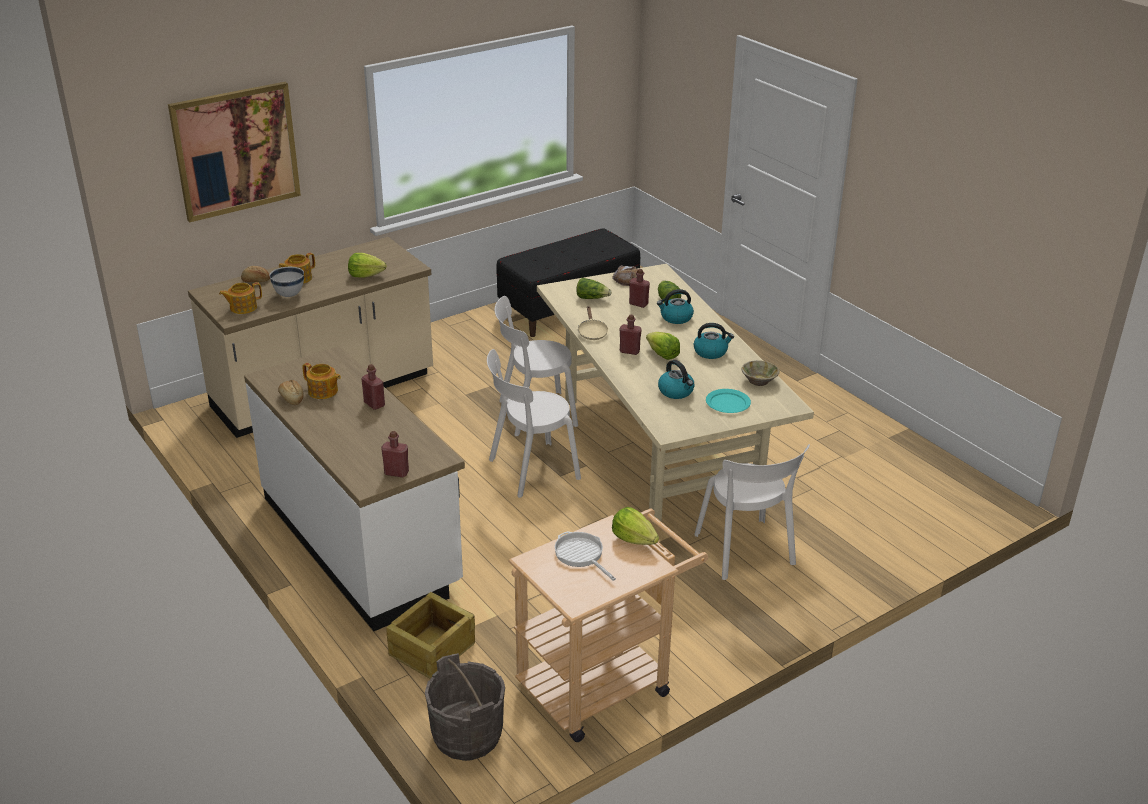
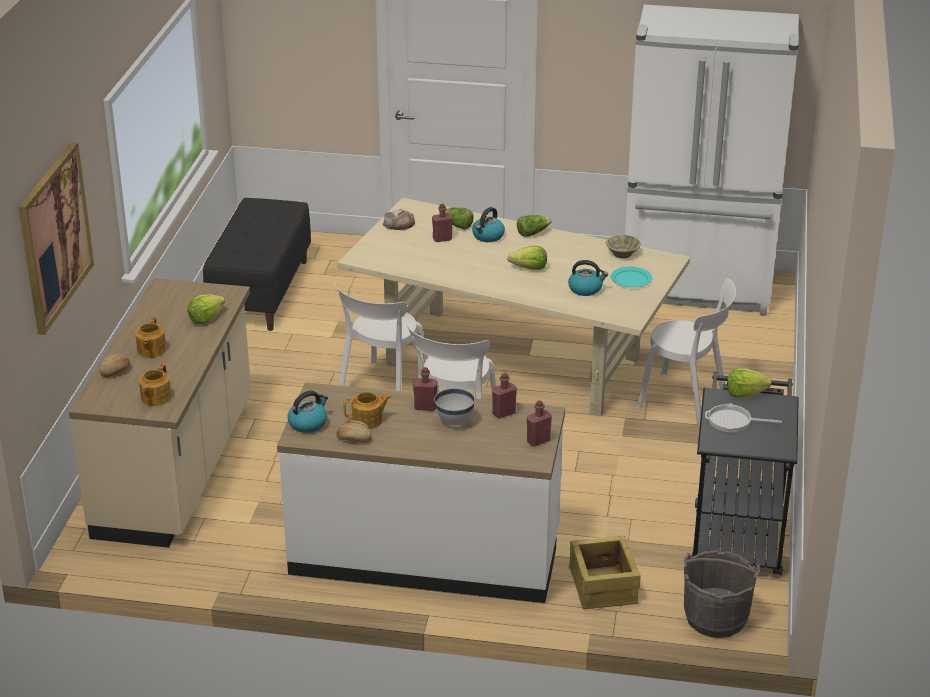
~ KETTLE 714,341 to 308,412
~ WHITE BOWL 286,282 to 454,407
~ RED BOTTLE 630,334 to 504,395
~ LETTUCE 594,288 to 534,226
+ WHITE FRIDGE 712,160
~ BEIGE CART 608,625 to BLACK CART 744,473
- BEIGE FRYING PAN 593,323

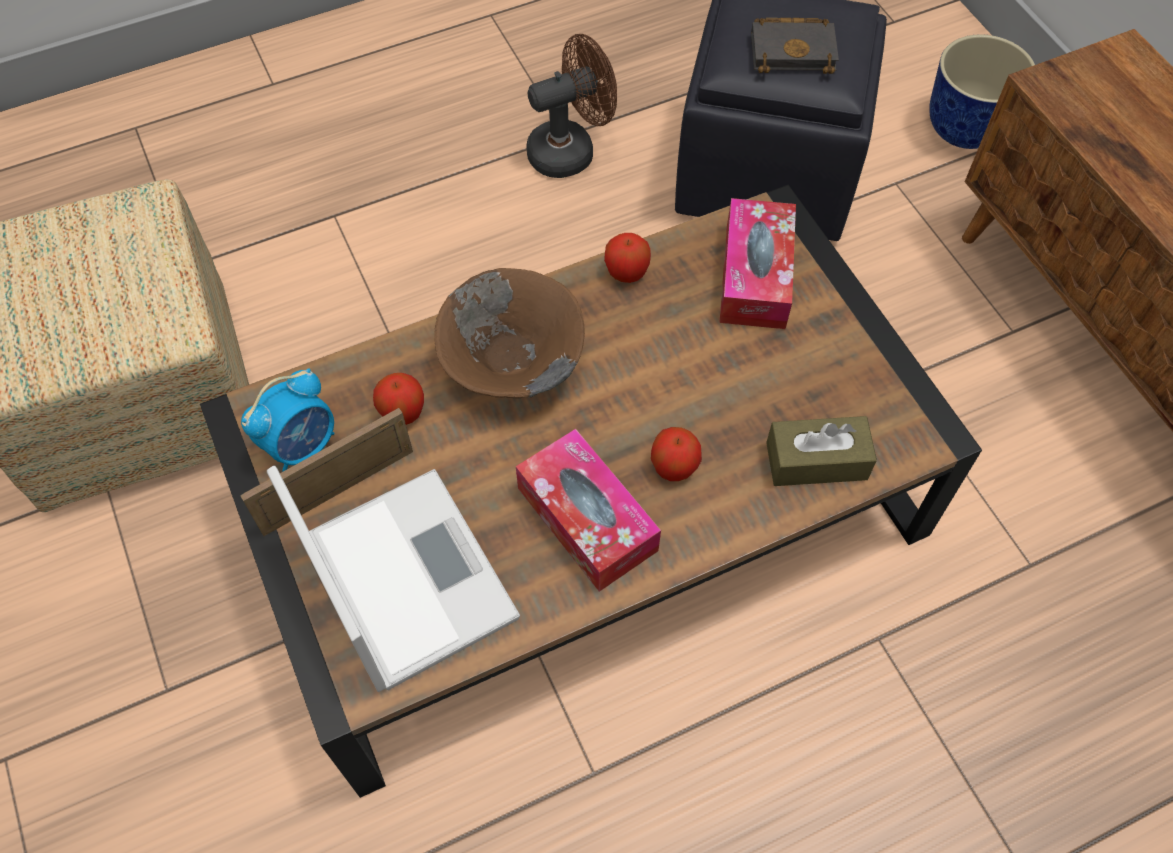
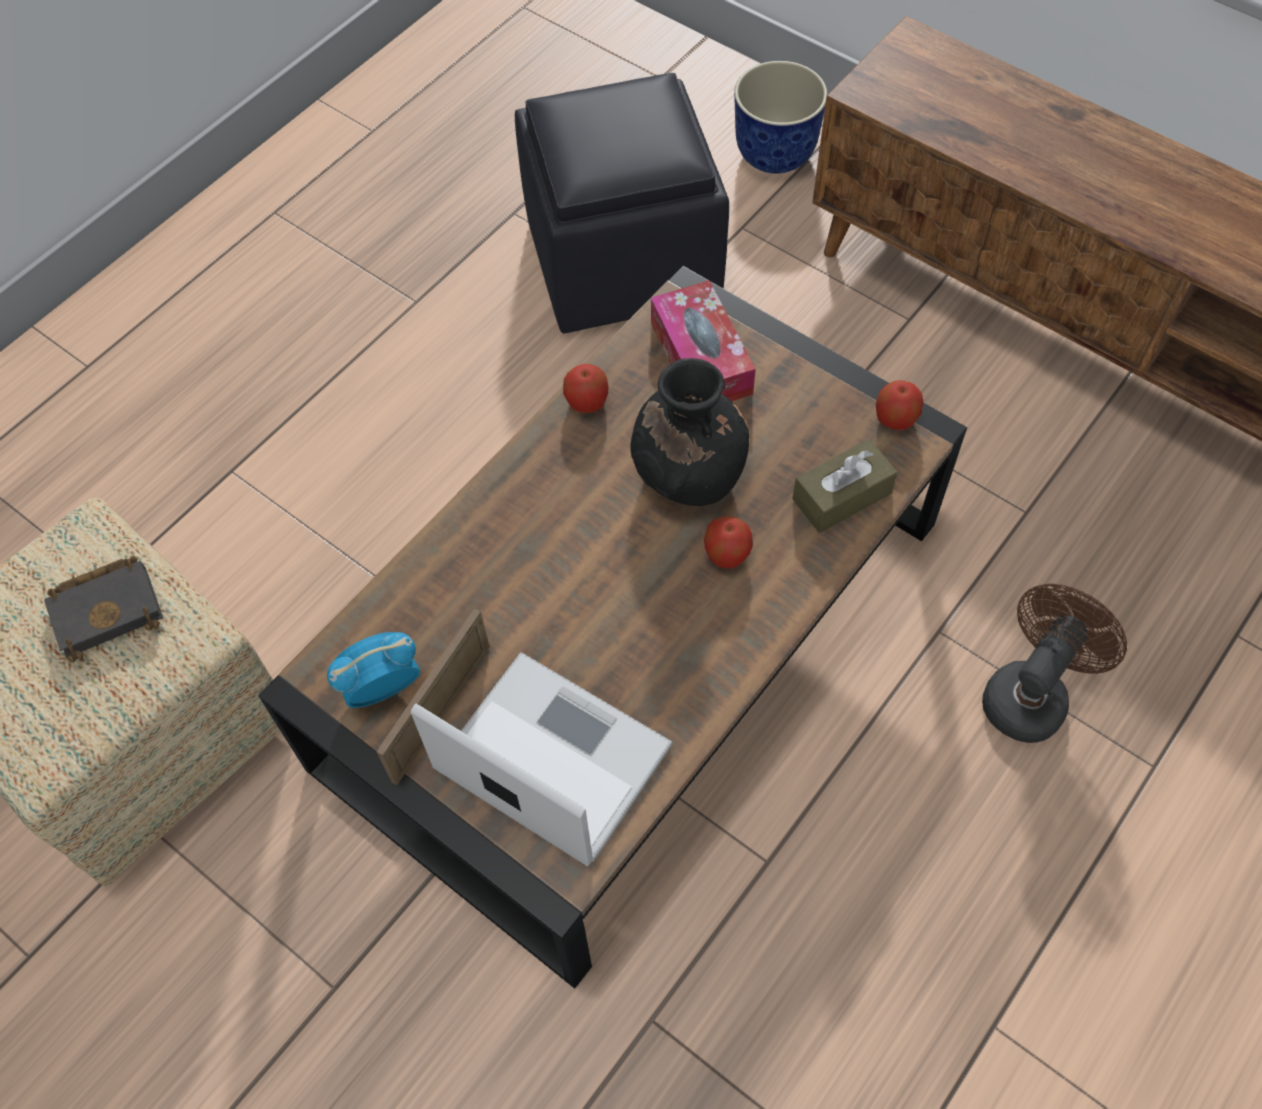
~ BLACK BOOK 795,46 to 103,609
~ ALARM CLOCK 288,420 = 373,670 135 degrees counterclockwise
+ BLACK VASE 689,432
~ APPLE 398,399 to 900,405
~ BROWN FAN 571,106 to 1054,663
- BROWN BOWL 510,333
- TISSUE BOX 588,510

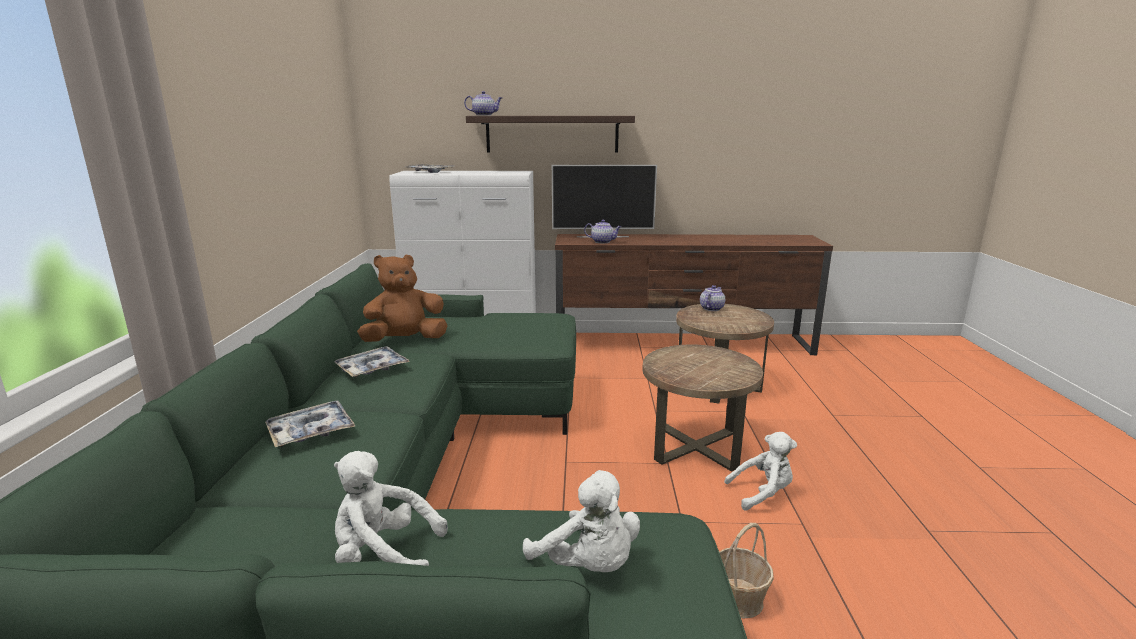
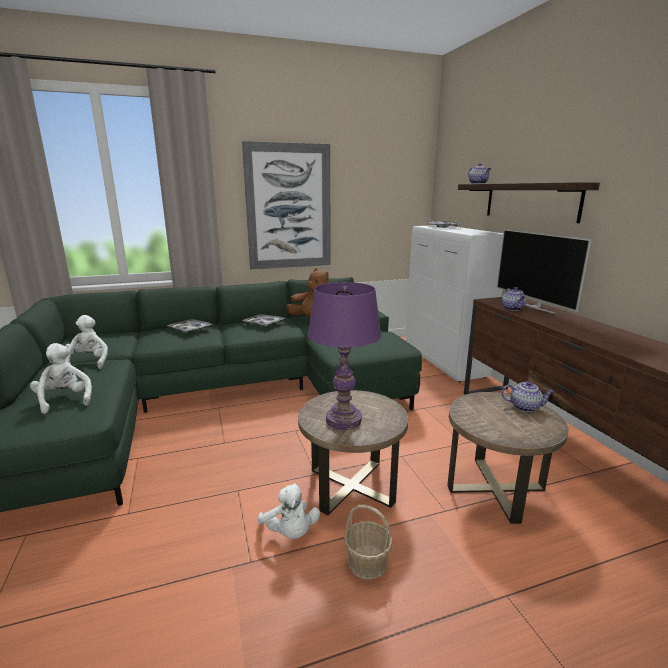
~ WHITE PLUSH TOY 581,521 = 61,378 120 degrees clockwise
+ PICTURE 286,205
+ PURPLE TABLE LAMP 345,356
~ BASKET 746,571 to 368,542

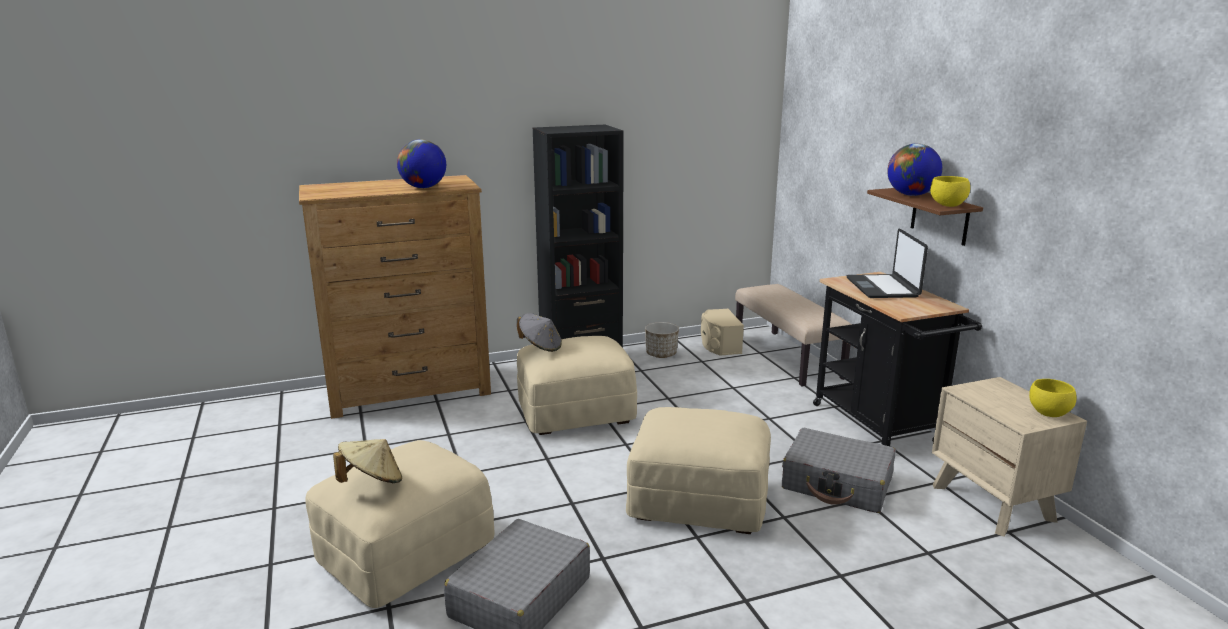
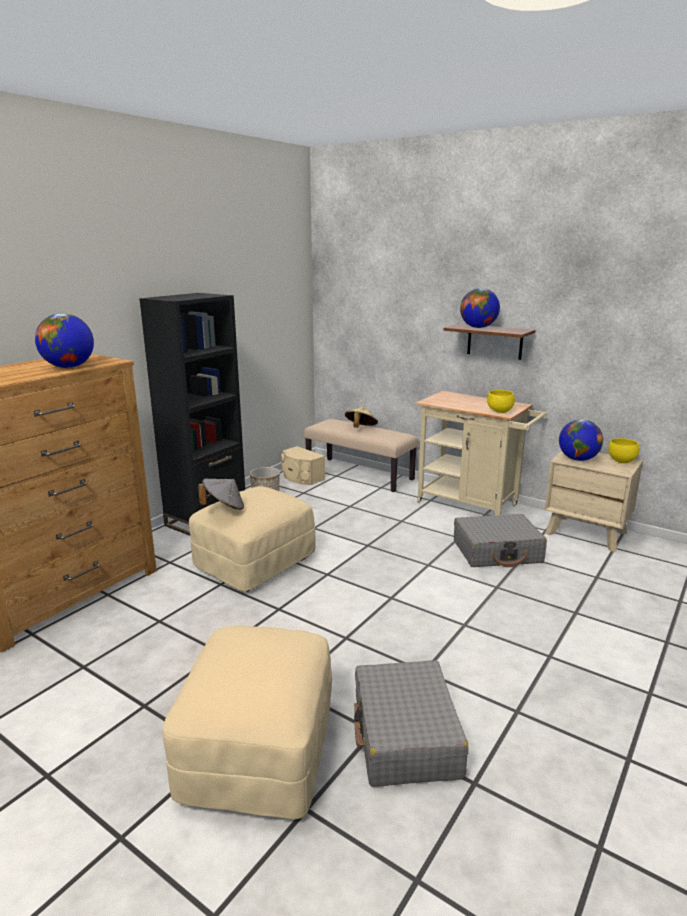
~ BEIGE HAT 367,461 to 361,417
~ BLACK CART 897,359 to BEIGE CART 481,453
~ YELLOW BOWL 950,191 to 501,401
+ GLOBE 581,440
- BEIGE OTTOMAN 698,470
- LAPTOP 887,263

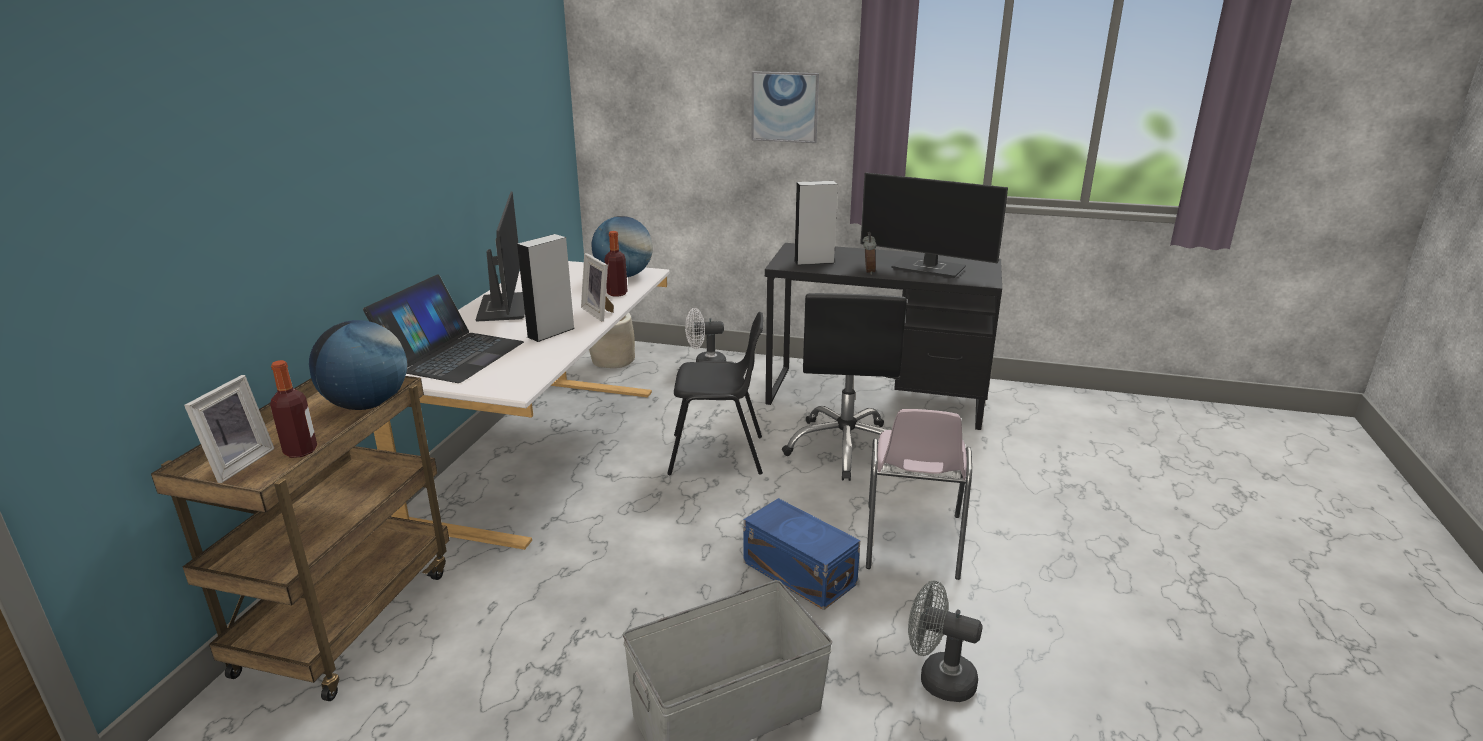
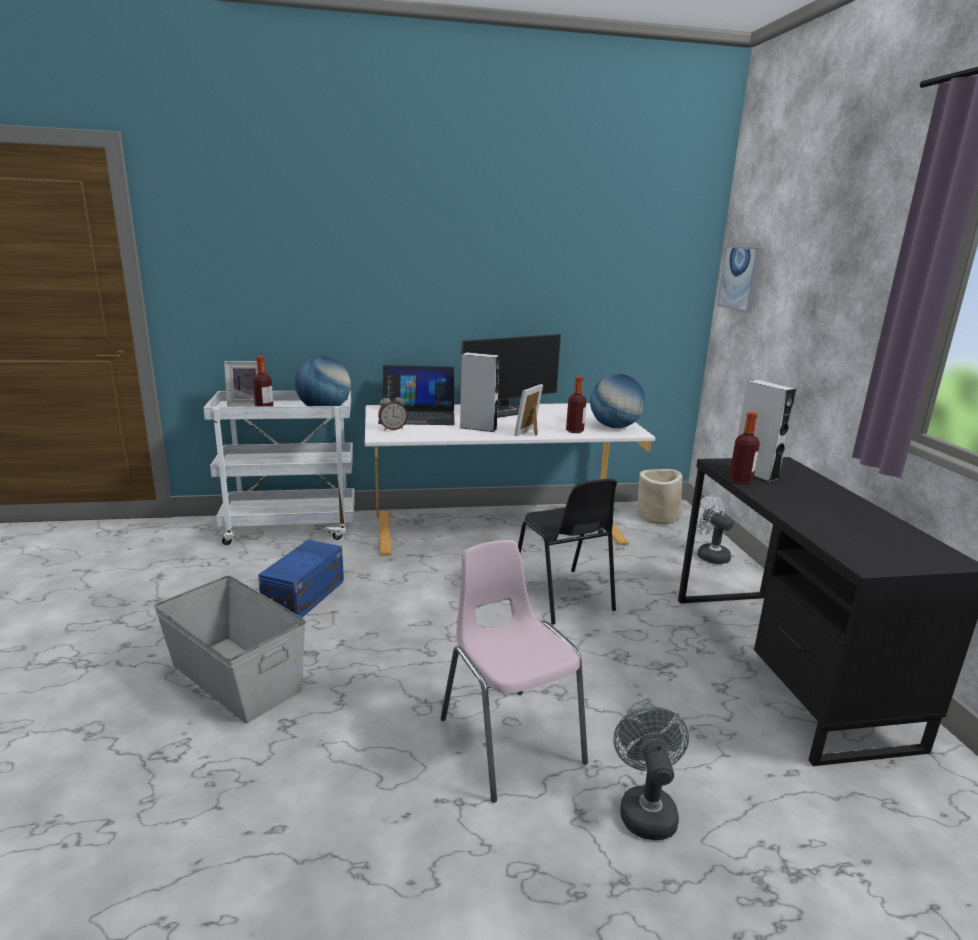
~ BROWN CART 300,538 to WHITE CART 279,468
~ BLUE STORAGE BOX 801,554 to 301,578
~ ALARM CLOCK 869,253 to 393,411
~ PINK CHAIR 919,494 = 514,671 75 degrees clockwise
~ GREY FAN 945,641 to 651,773
~ PICTURE 785,107 to 739,279
+ BOTTLE 744,448
- BLACK OFFICE CHAIR 844,387
- MONITOR 934,225

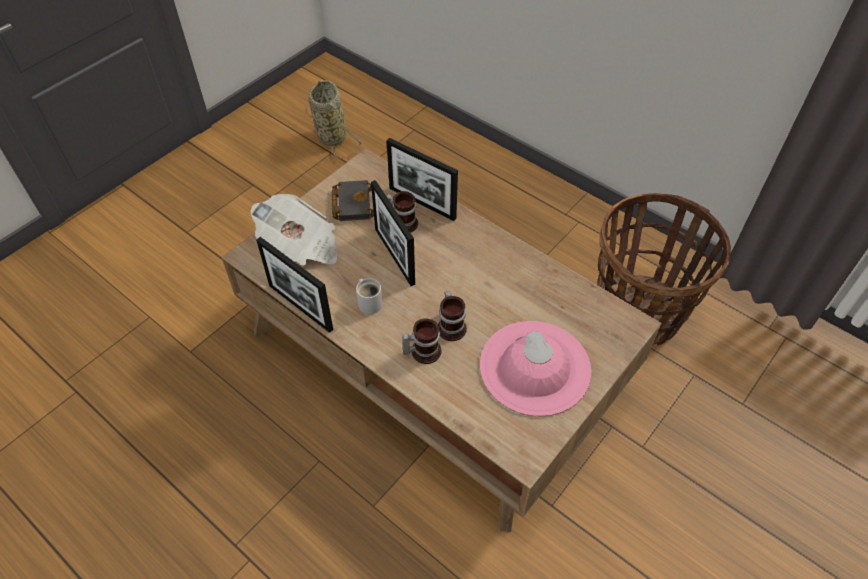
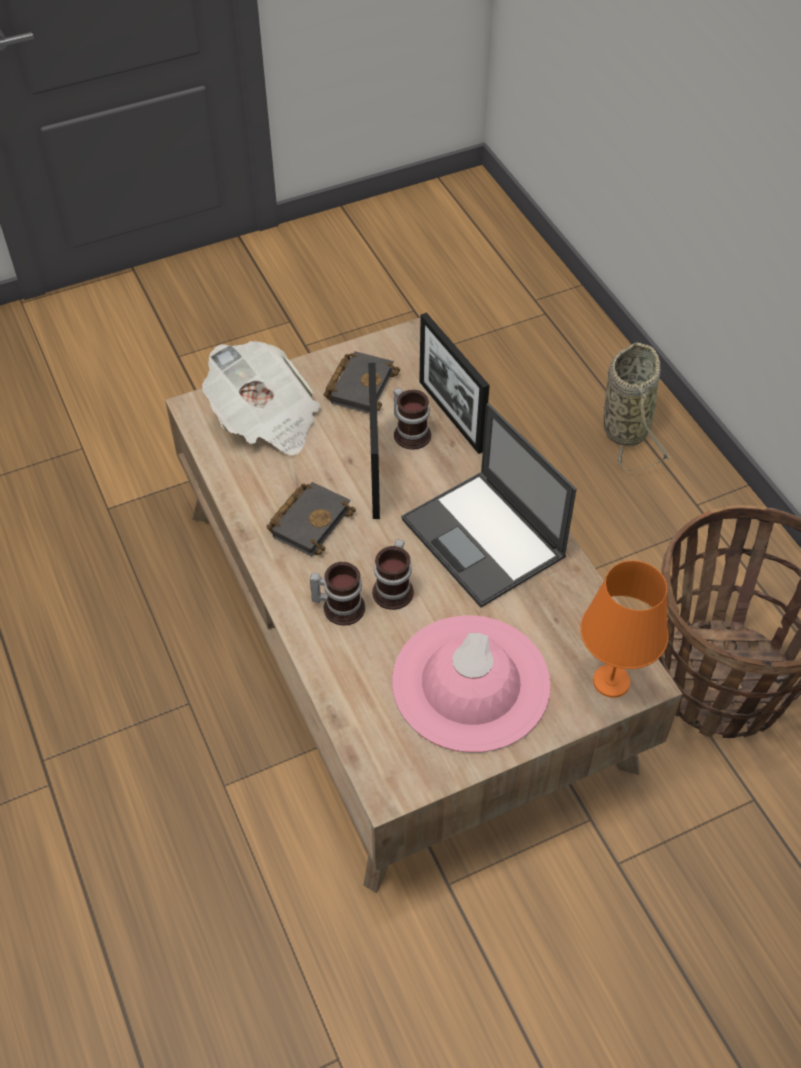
~ WHITE MUG 369,296 to BLACK BOOK 311,519
+ LAPTOP 489,505
+ ORANGE TABLE LAMP 624,629
~ BASKET 335,119 to 637,406
- PICTURE FRAME 294,285

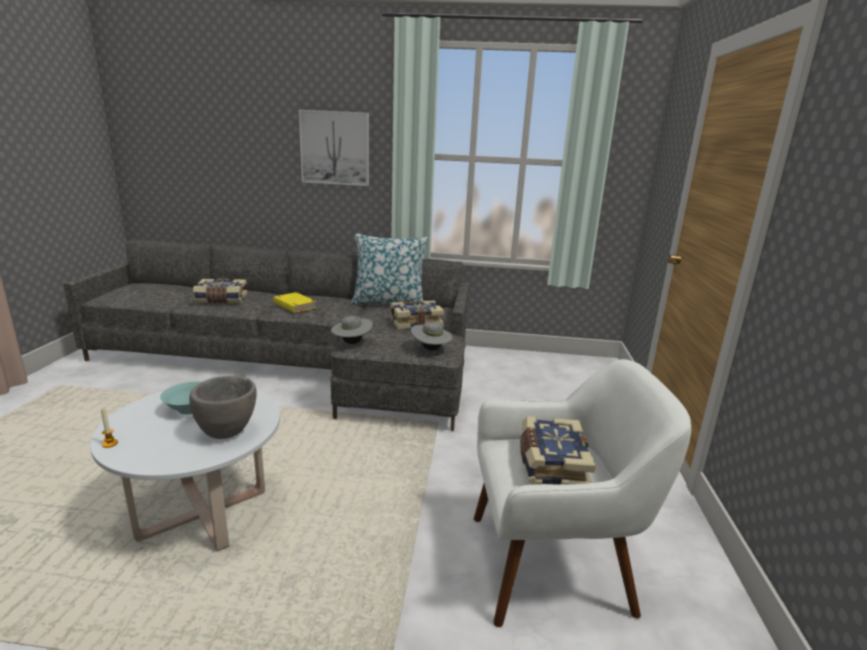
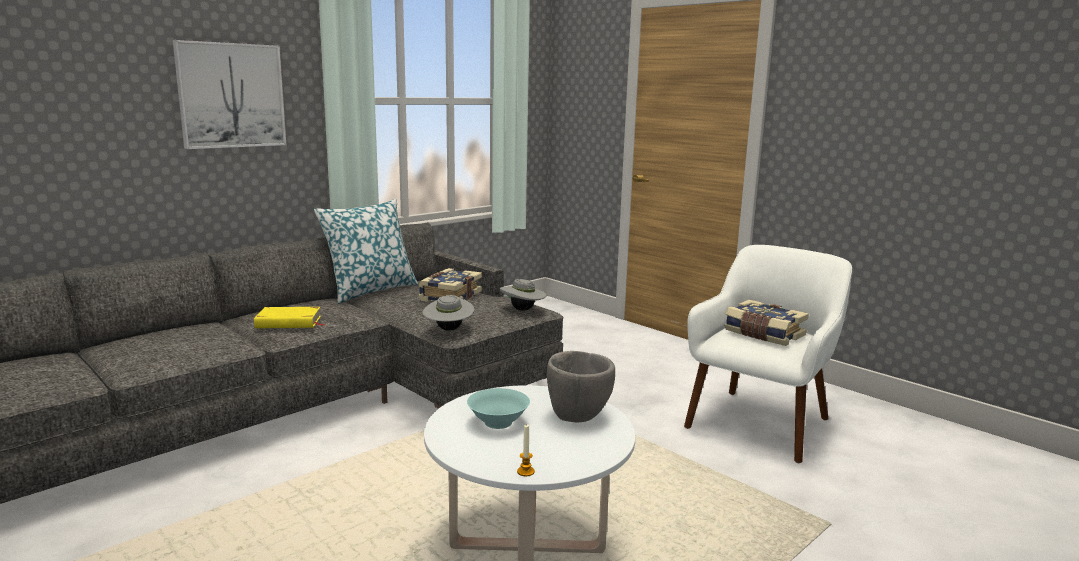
- BOOK 220,291

